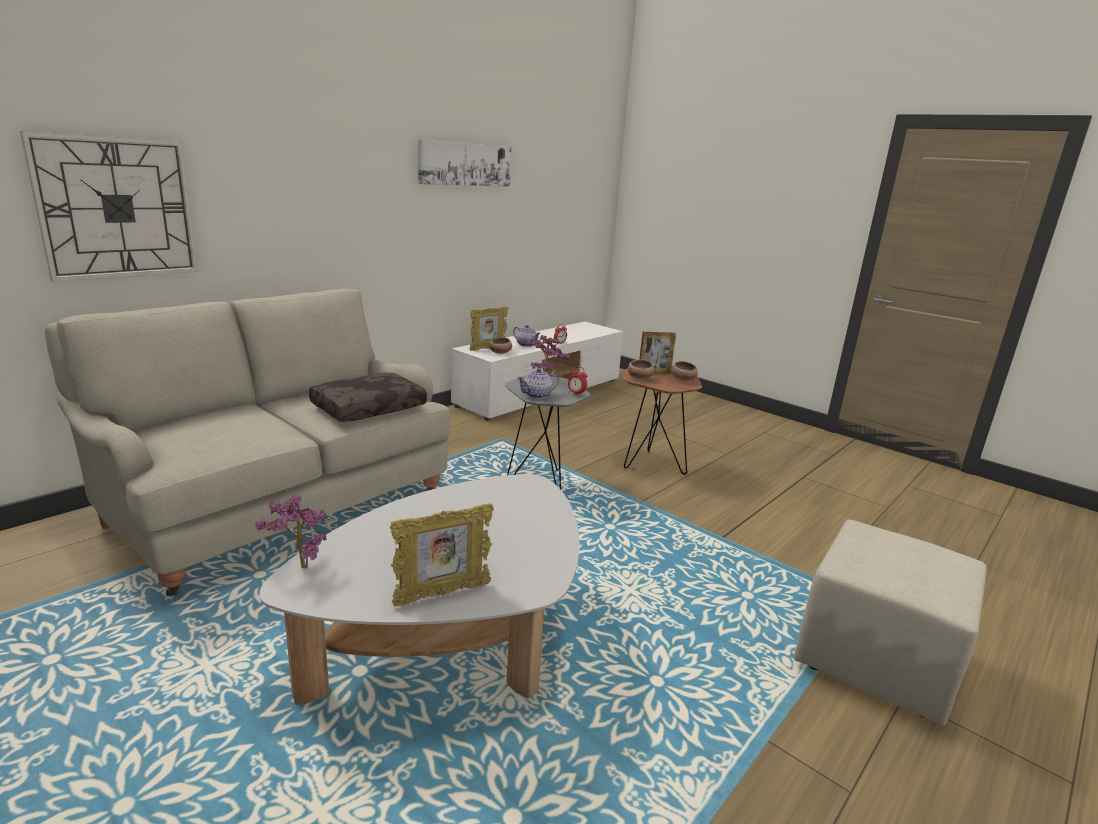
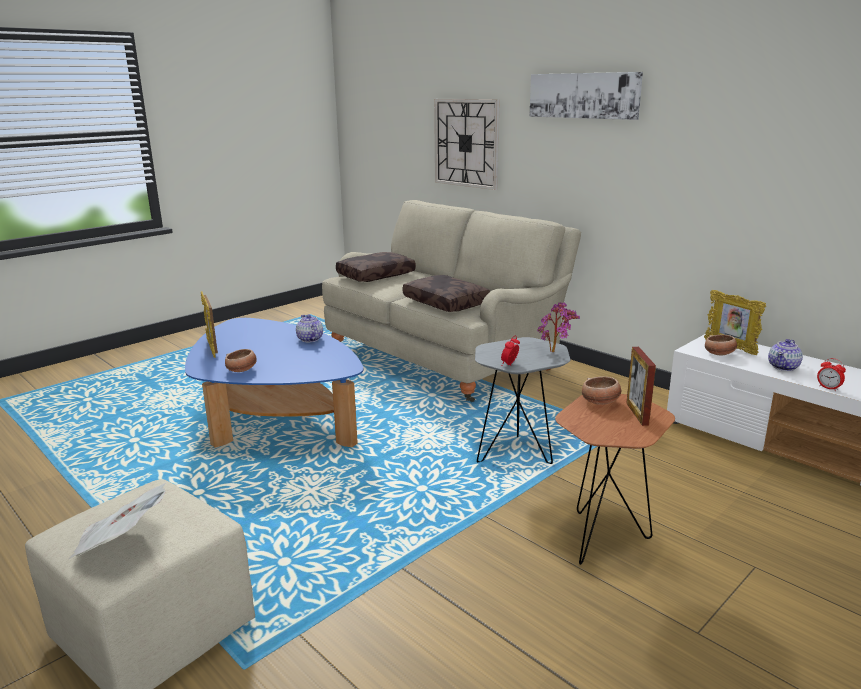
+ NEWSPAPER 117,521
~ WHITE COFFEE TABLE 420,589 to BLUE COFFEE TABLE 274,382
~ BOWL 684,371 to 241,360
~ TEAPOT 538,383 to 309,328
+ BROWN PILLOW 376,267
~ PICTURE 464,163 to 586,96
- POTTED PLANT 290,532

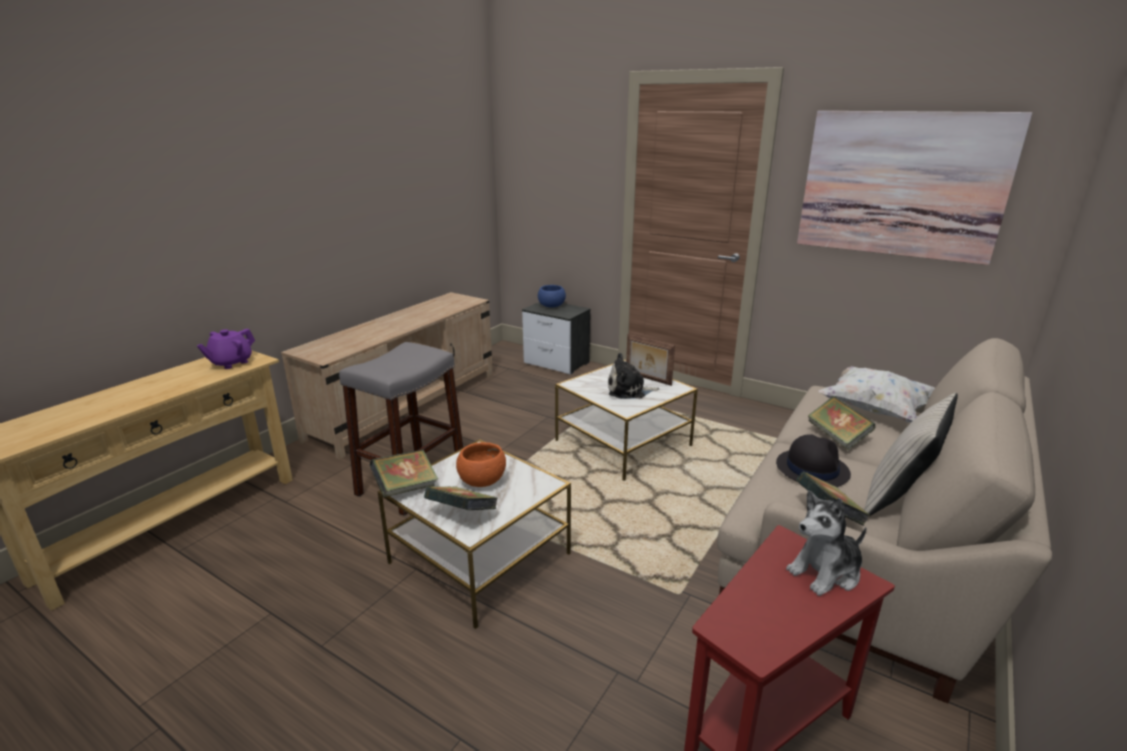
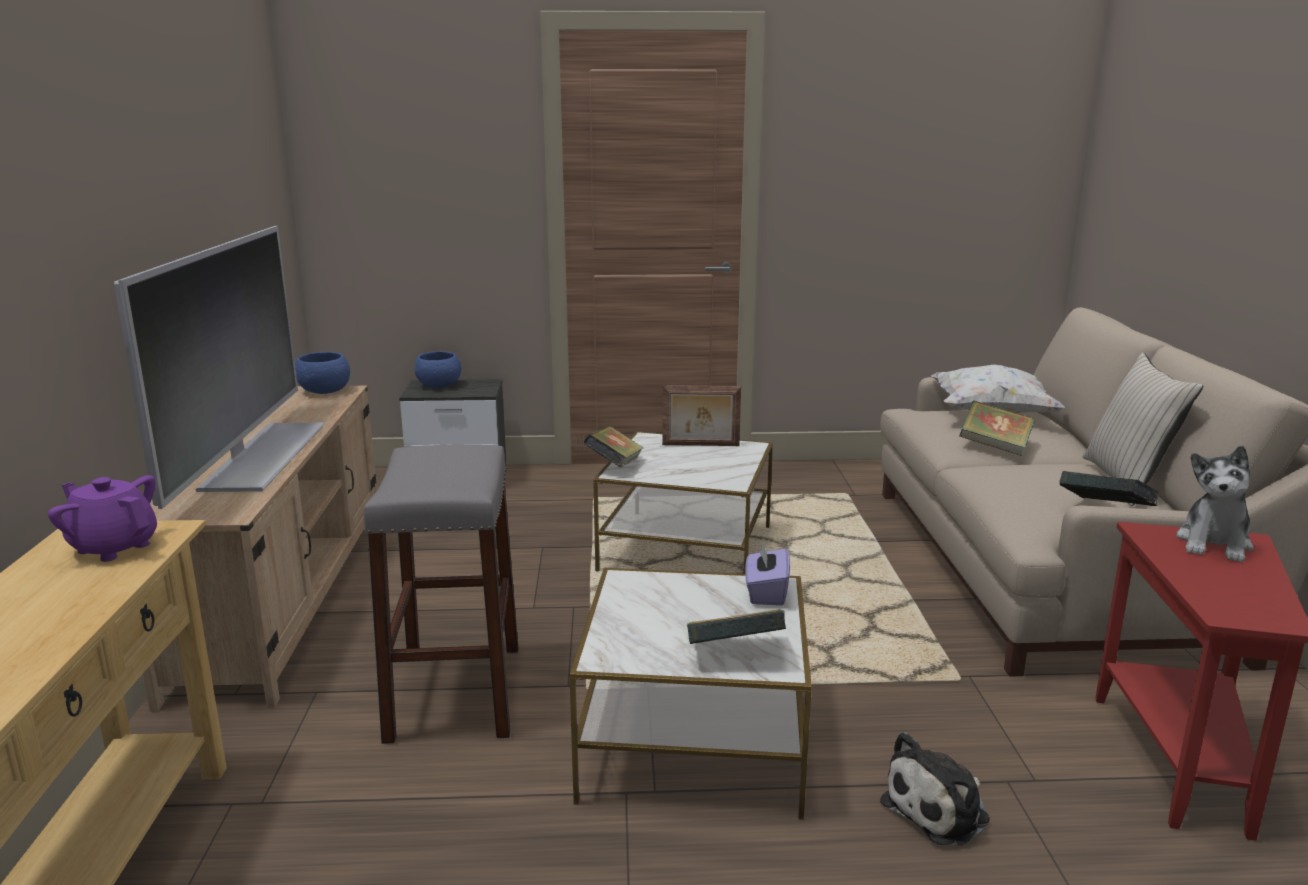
~ PURPLE TEAPOT 226,349 = 102,518 120 degrees clockwise
+ TELEVISION 219,367
+ BLUE BOWL 322,373
~ BOOK 404,473 to 614,447
+ PURPLE TISSUE BOX 767,573
~ PLUSH TOY 634,376 to 935,789
- ORANGE BOWL 481,464
- BLACK HAT 813,460
- PICTURE 914,188

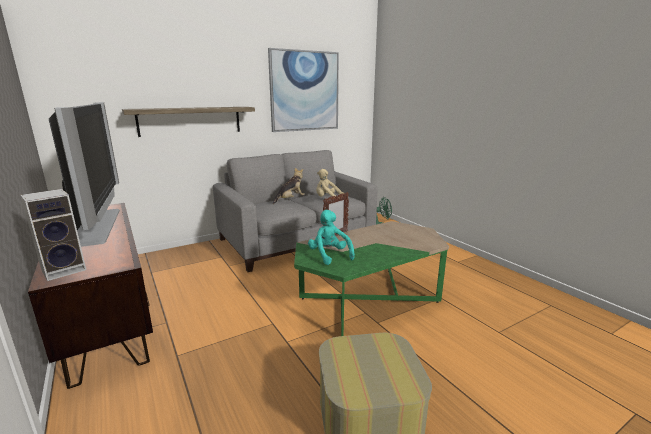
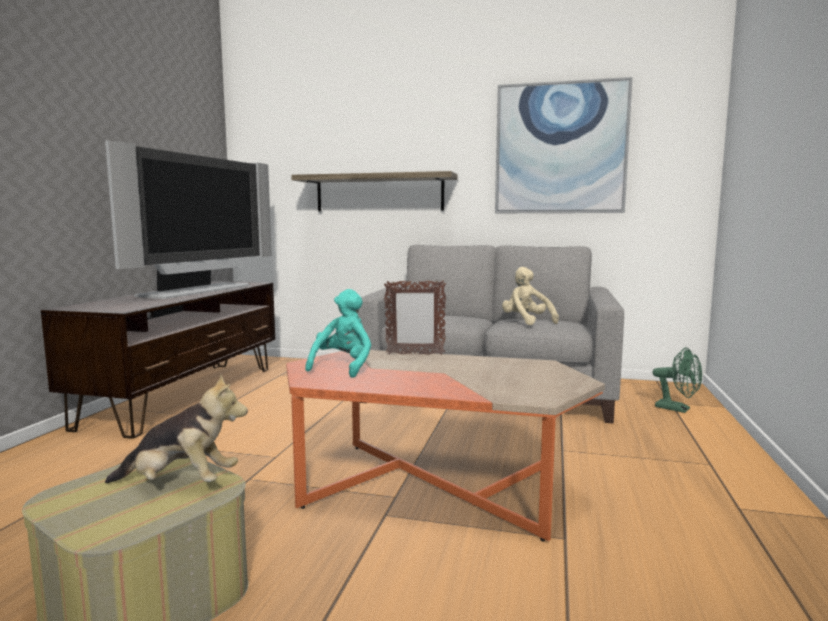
~ PLUSH TOY 289,186 to 176,428
~ GREEN COFFEE TABLE 371,278 to ORANGE COFFEE TABLE 445,445
- SPEAKER 53,235

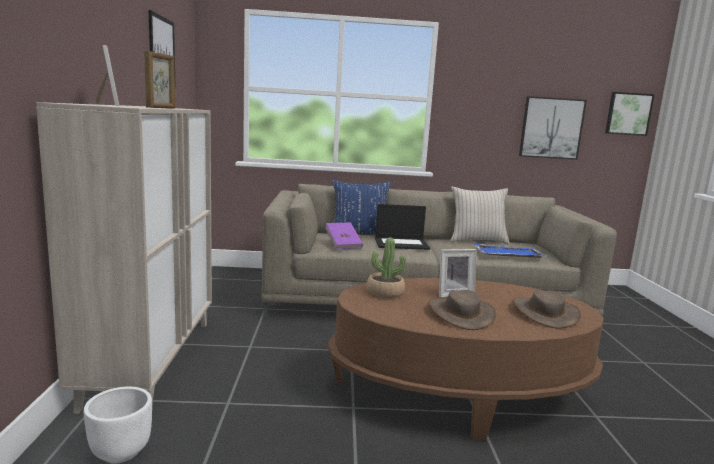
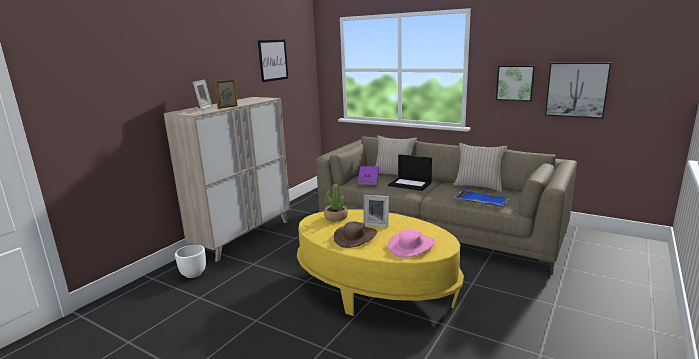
~ BROWN COFFEE TABLE 466,359 to YELLOW COFFEE TABLE 380,262
~ BLUE PILLOW 361,207 to BEIGE PILLOW 396,155
~ BROWN HAT 547,309 to PINK HAT 411,243
~ PICTURE 630,114 to 515,83

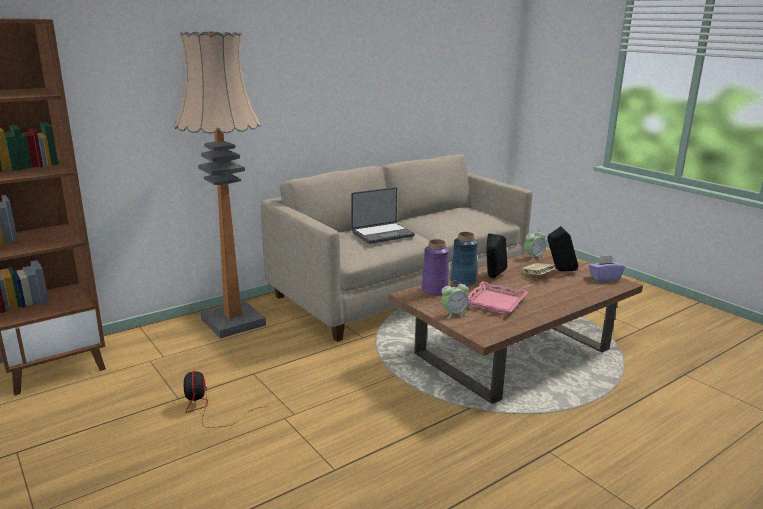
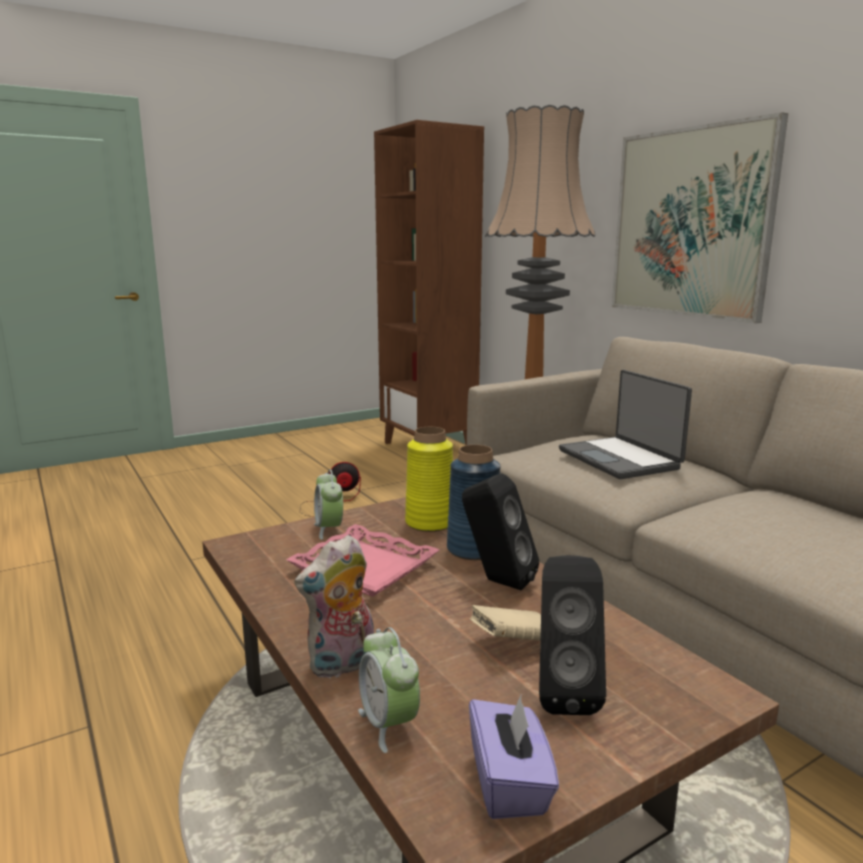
+ PLUSH TOY 334,606
~ ALARM CLOCK 535,245 to 389,690
~ PURPLE VASE 435,267 to YELLOW VASE 429,479
+ PICTURE 700,217

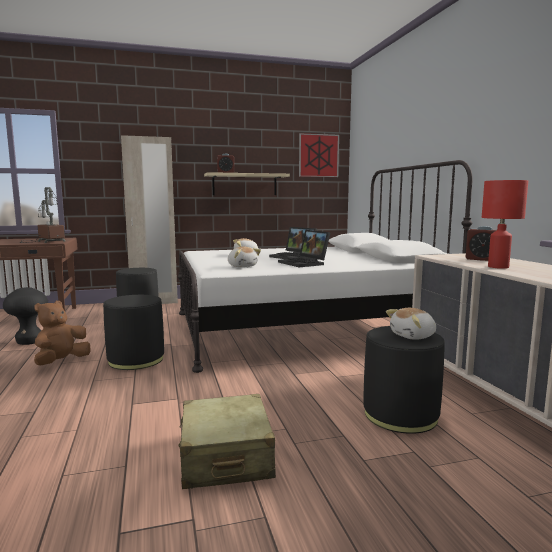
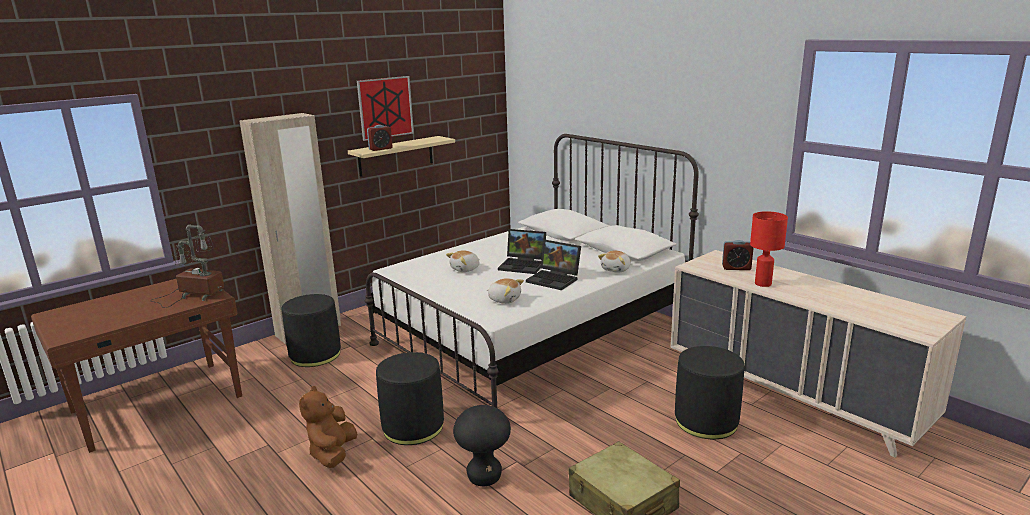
~ PICTURE 319,155 to 385,108
~ BLACK STOOL 25,316 to 482,445
~ PLUSH TOY 411,324 to 614,261

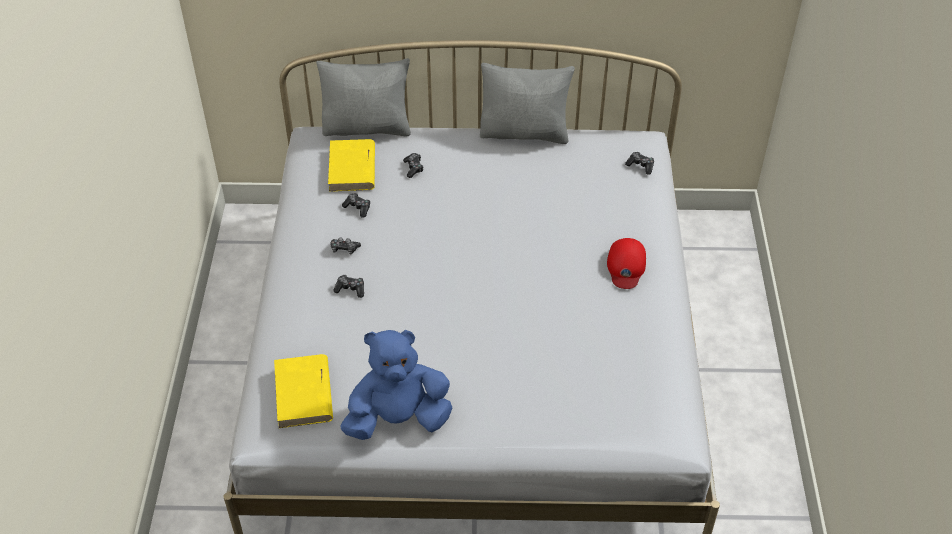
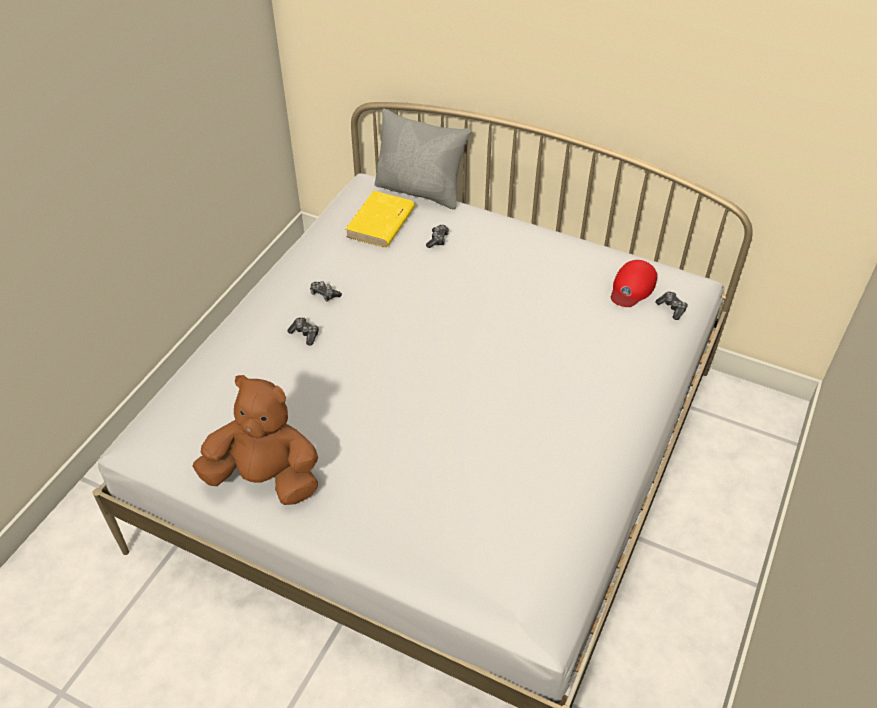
~ BLUE PLUSH TOY 396,385 to BROWN PLUSH TOY 255,440
~ RED CAP 626,263 to 634,283
- YELLOW BOOK 303,391
- GAME CONTROLLER 356,205
- GREY PILLOW 527,103

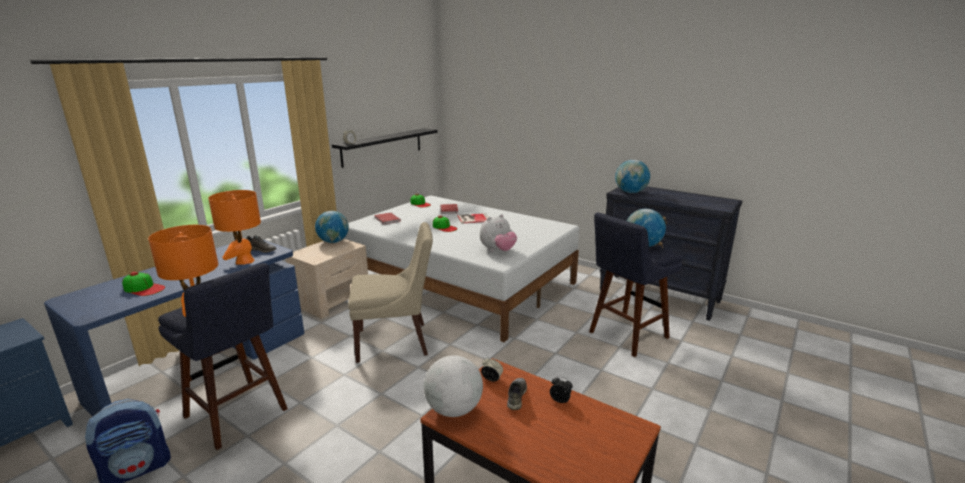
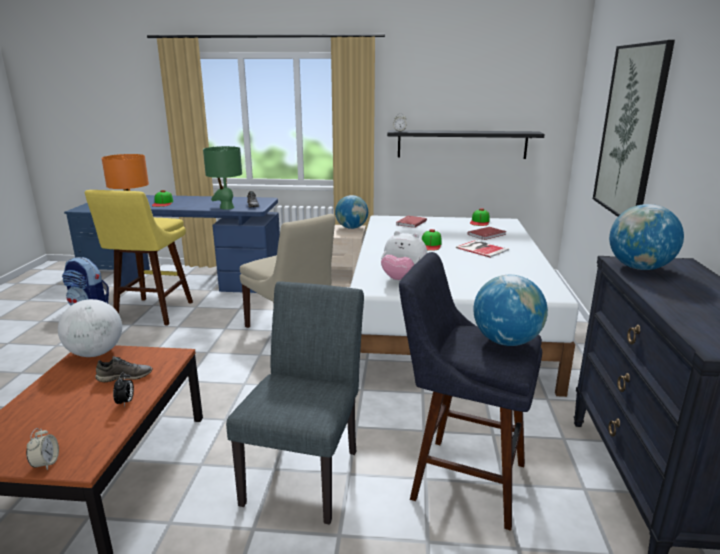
~ ALARM CLOCK 492,370 to 42,449
~ BLUE STOOL 223,356 to YELLOW STOOL 139,257
~ ORANGE TABLE LAMP 234,227 to GREEN TABLE LAMP 222,178
+ GREY CHAIR 295,403
+ PICTURE 634,128

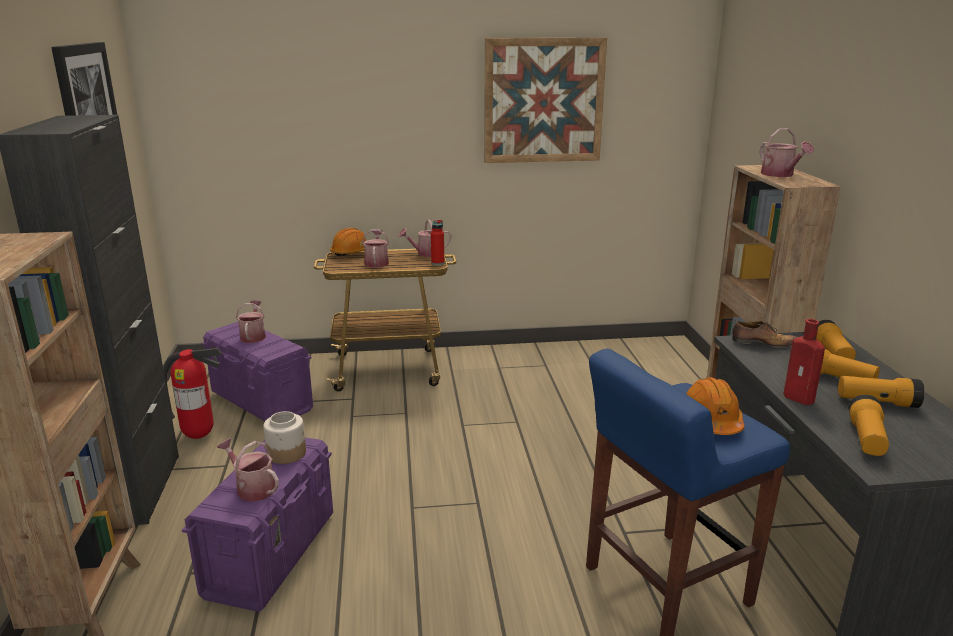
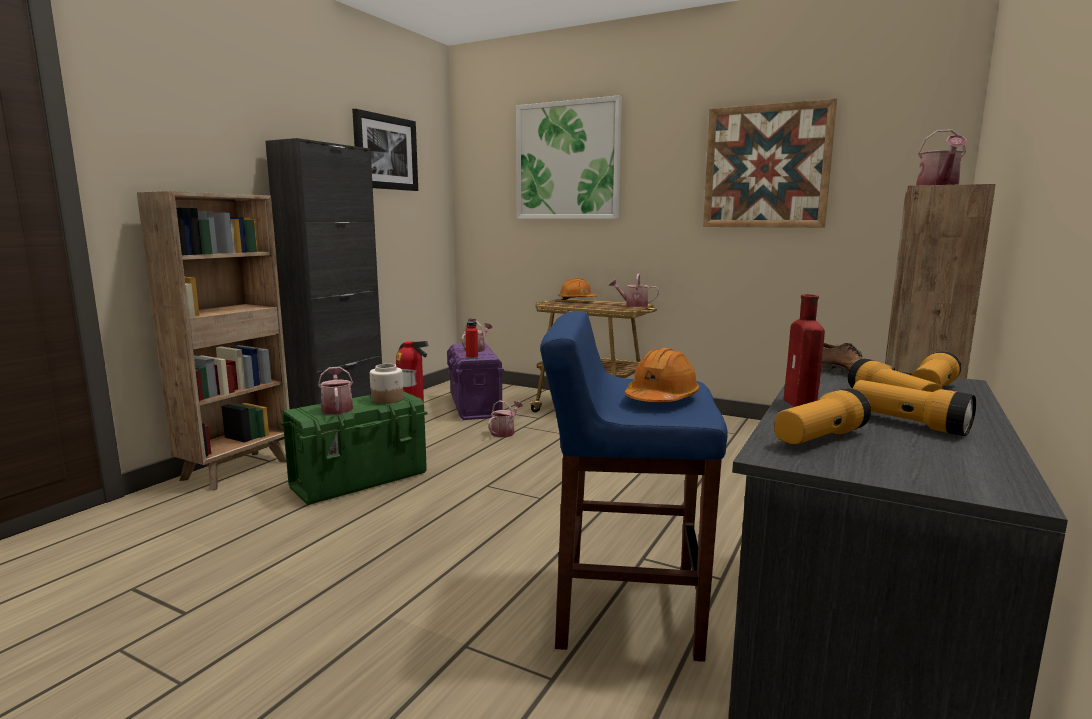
~ PURPLE STORAGE BOX 257,524 to GREEN STORAGE BOX 353,448
~ RED BOTTLE 437,242 to 472,338
~ WATERING CAN 375,248 to 505,419
+ PICTURE 569,157

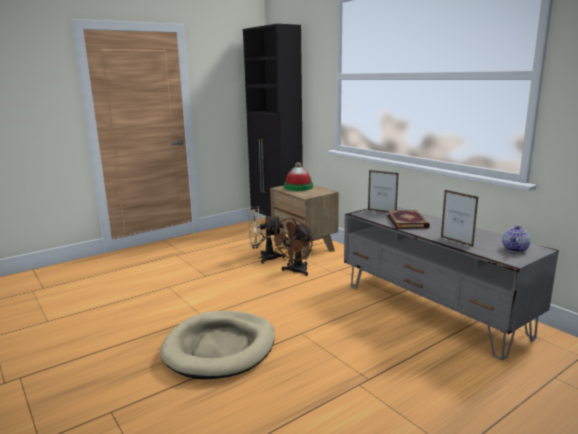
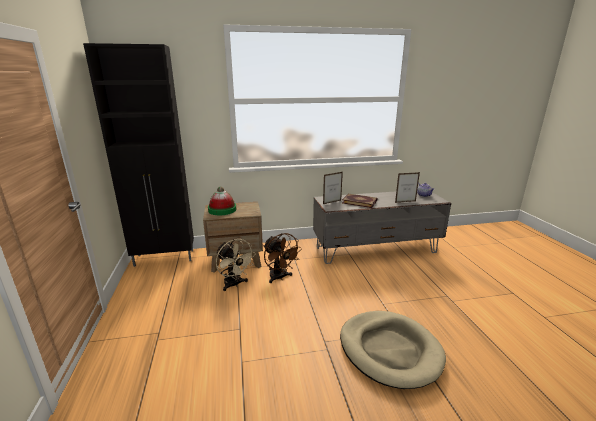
~ BEIGE FAN 266,235 = 236,265 60 degrees counterclockwise

